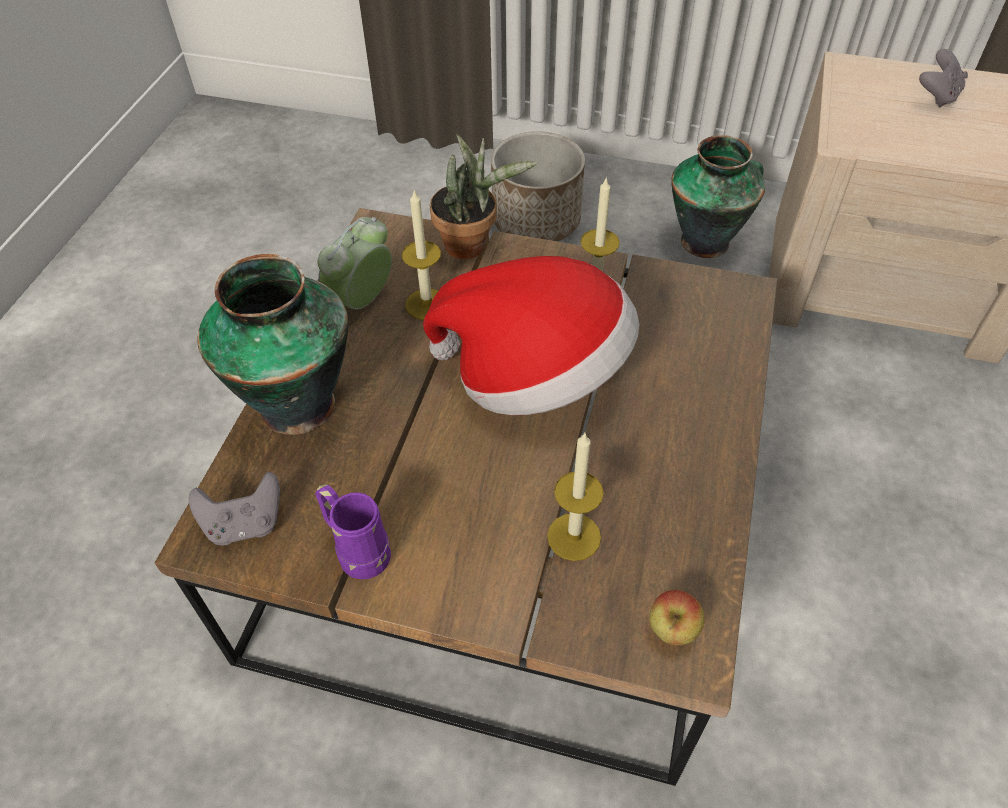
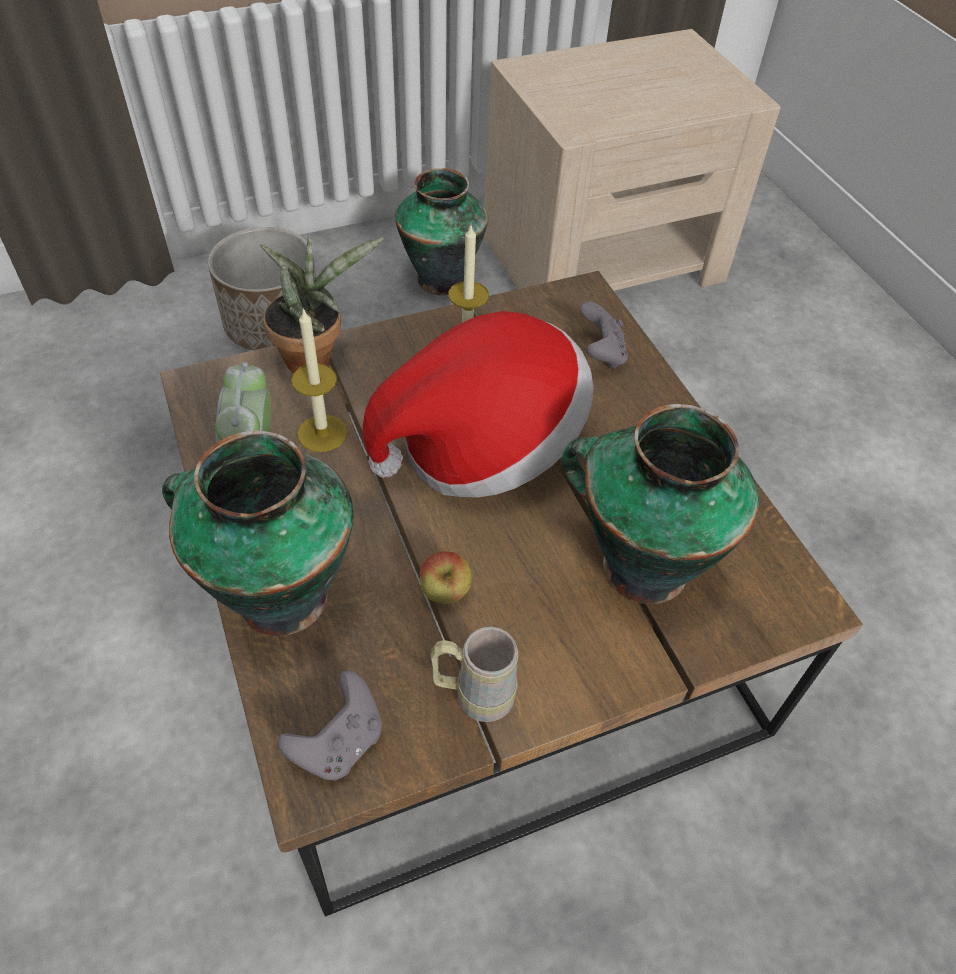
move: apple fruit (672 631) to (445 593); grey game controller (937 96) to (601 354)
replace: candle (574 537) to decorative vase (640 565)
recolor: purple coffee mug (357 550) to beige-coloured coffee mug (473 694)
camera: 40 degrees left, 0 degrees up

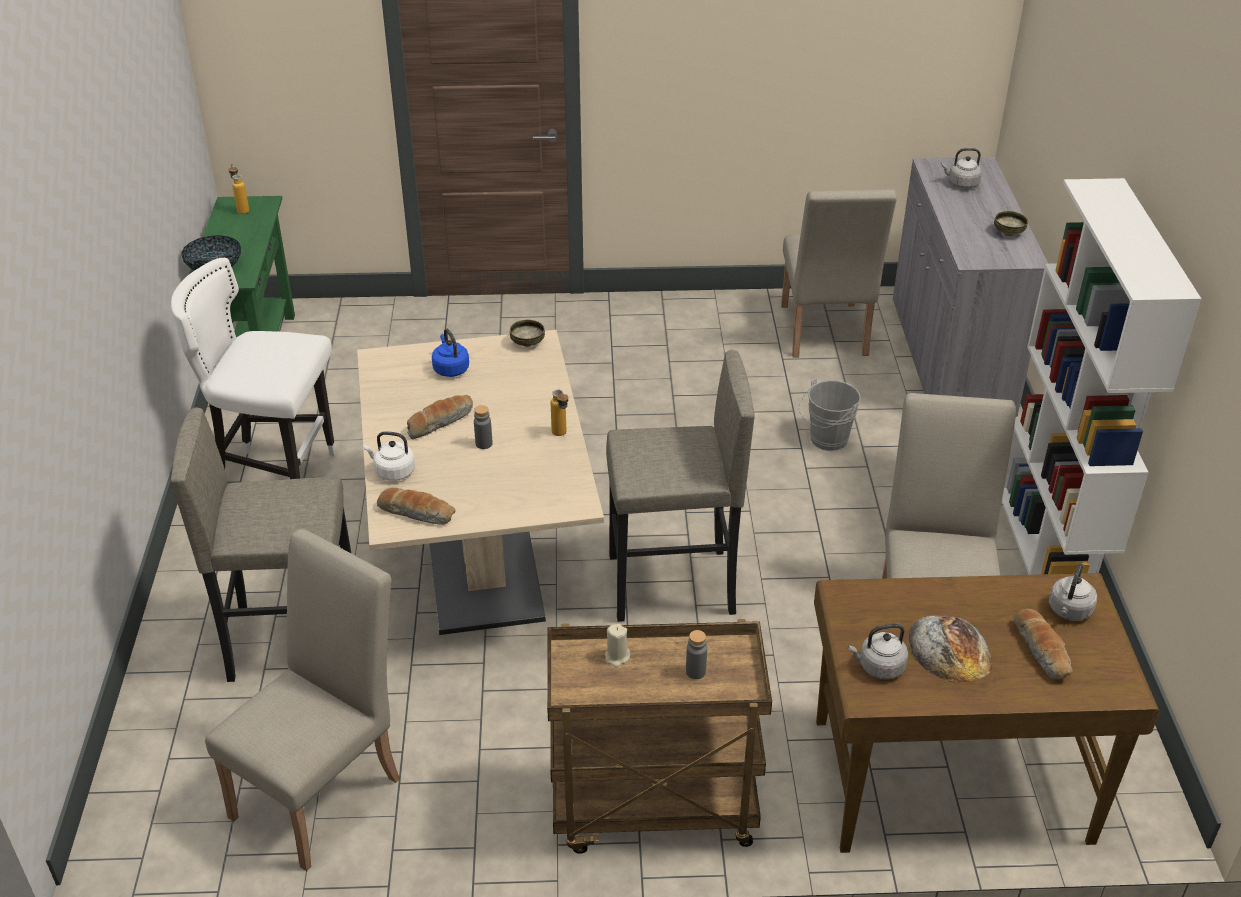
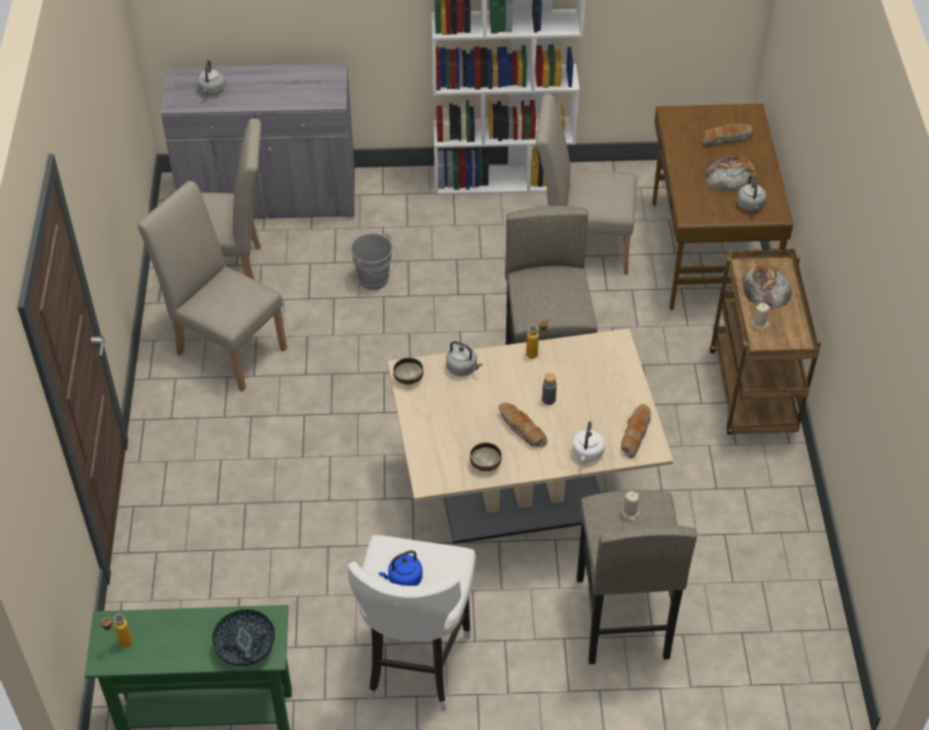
insert: beige-coloured candle (630 513)
move: beige-coloured plain chair (325 789) to (226 346); blue tea kettle (450 368) to (403 579); grey tea kettle (1069 611) to (463 368); bowl (1008 232) to (485 464)
replace: grey drink bottle (695 671) to baked bread (766 287)
camera: 90 degrees left, 10 degrees up

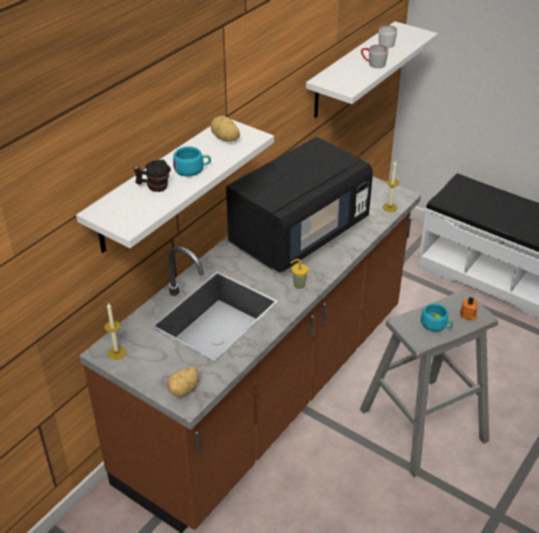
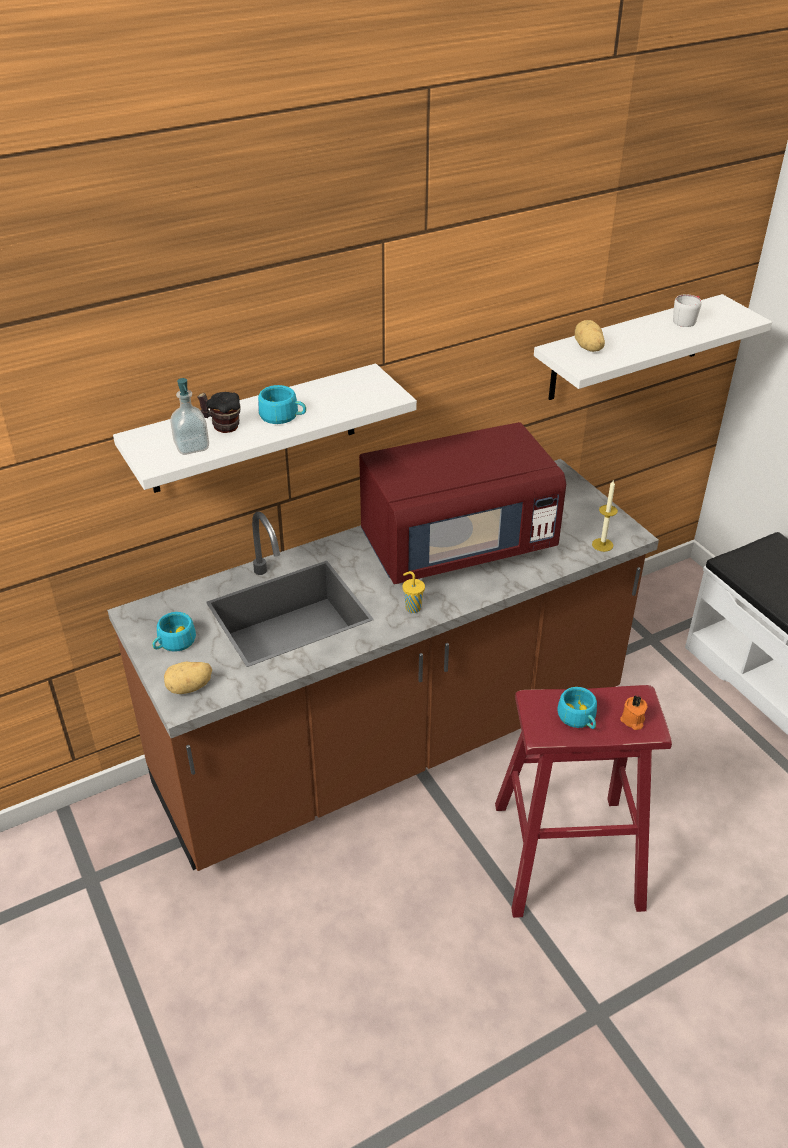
delete: candle (116 353); grey coffee mug (373 64)
insert: turquoise-coloured cup (173 643); soap dispenser (192 446)
move: spud (225 139) to (588 348)
recolor: black kitchen microwave (298 234) to red-coloured kitchen microwave (457 545); grey stool seat (423 425) to red-coloured stool seat (567 855)
camera: 25 degrees right, 0 degrees up

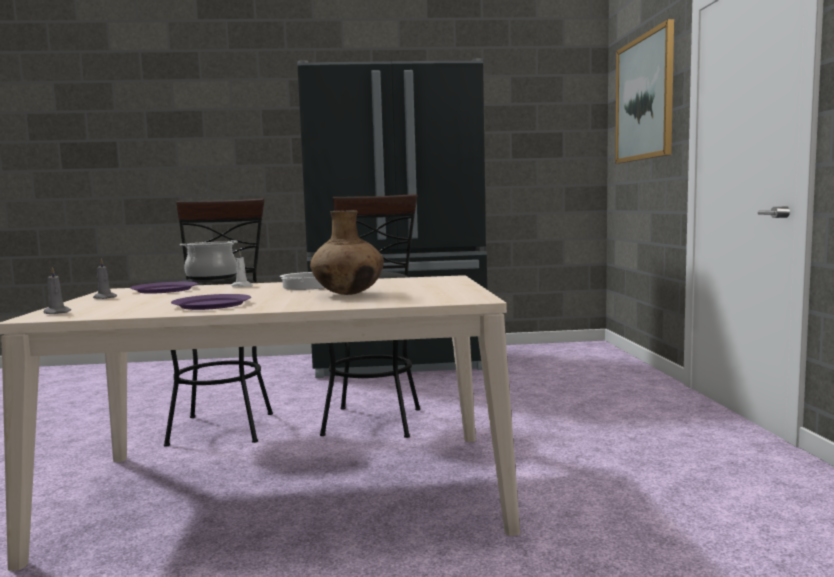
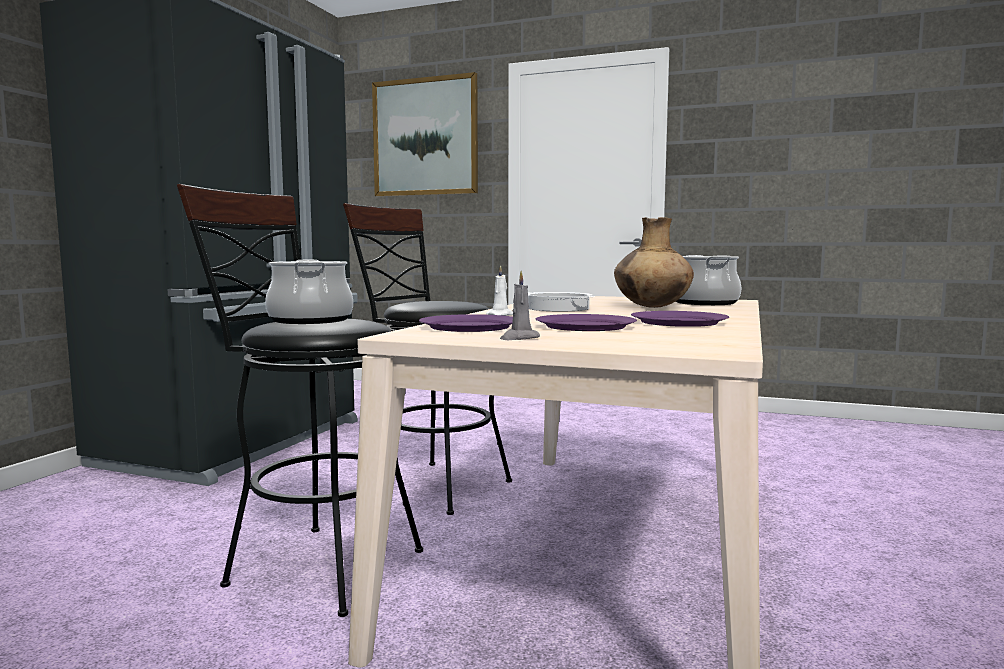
delete: grey candle (56 313)
insert: purple dinner plate (586 326); stockpot (705 303)
camera: 65 degrees left, 0 degrees up

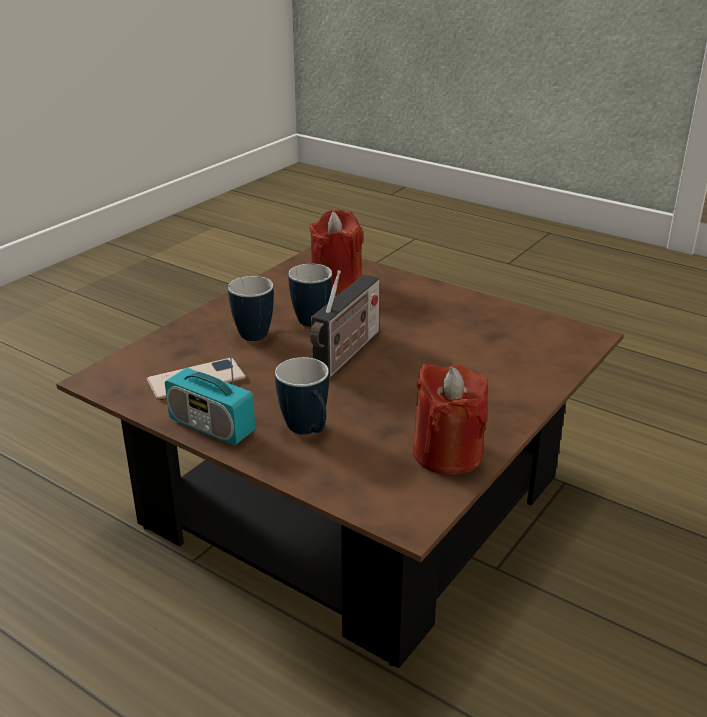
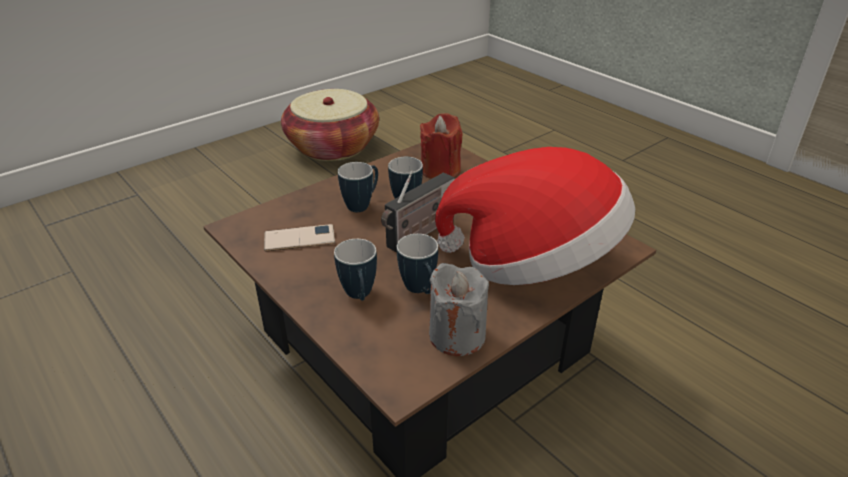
delete: radio receiver (211 426)
insert: storage basket (333 146); coffee mug (420 291); clothing hat (533 262)
recolor: red-coloured candle (447 454) to grey candle (457 335)
camera: 15 degrees right, 5 degrees up

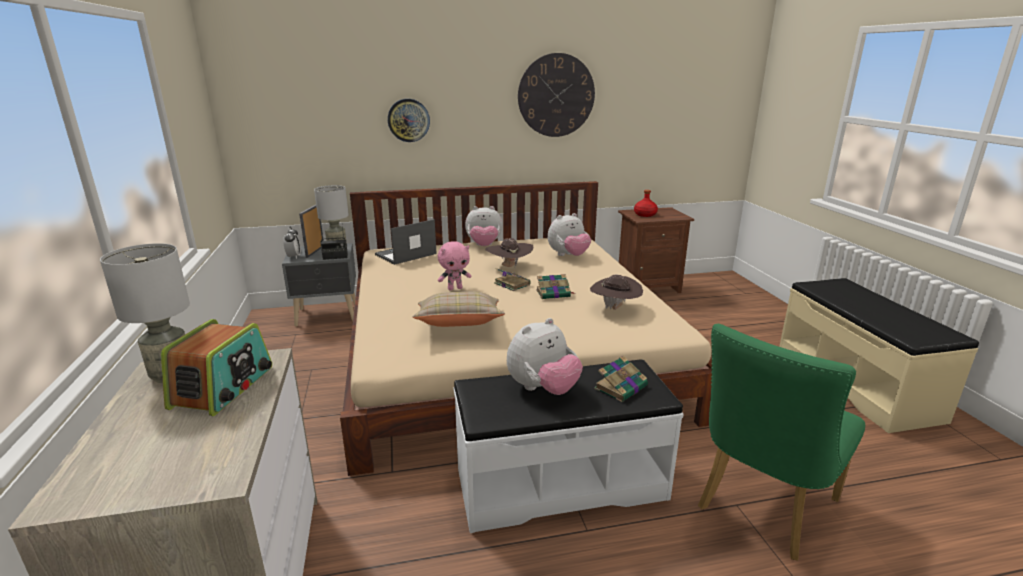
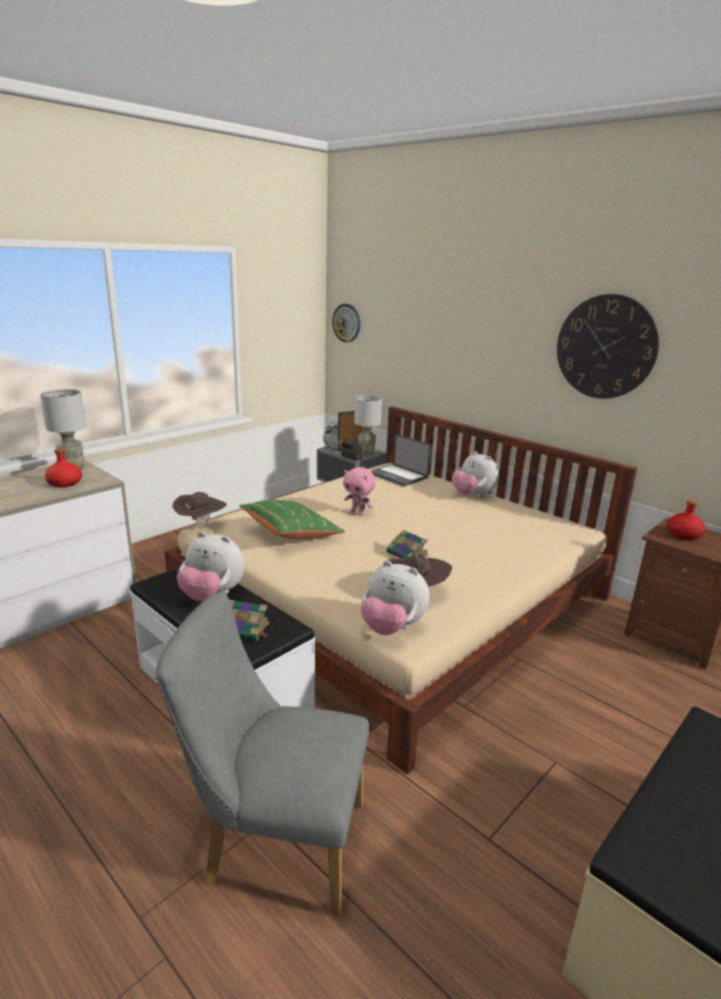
delete: bound book (511 284)
move: brown-coloured clothing hat (509 267) to (201 524); wall clock (408 120) to (347 323); cuddly toy (568 256) to (392 628)
replace: radio receiver (224 387) to red-coloured drink bottle (65 483)
recolor: green-coloured plain chair (761 509) to grey plain chair (275 841); beige-coloured pillow (459 325) to green-coloured pillow (291 534)
rotate: notebook computer (405 254) = (399 475) 150 degrees counterclockwise
camera: 55 degrees right, 0 degrees up

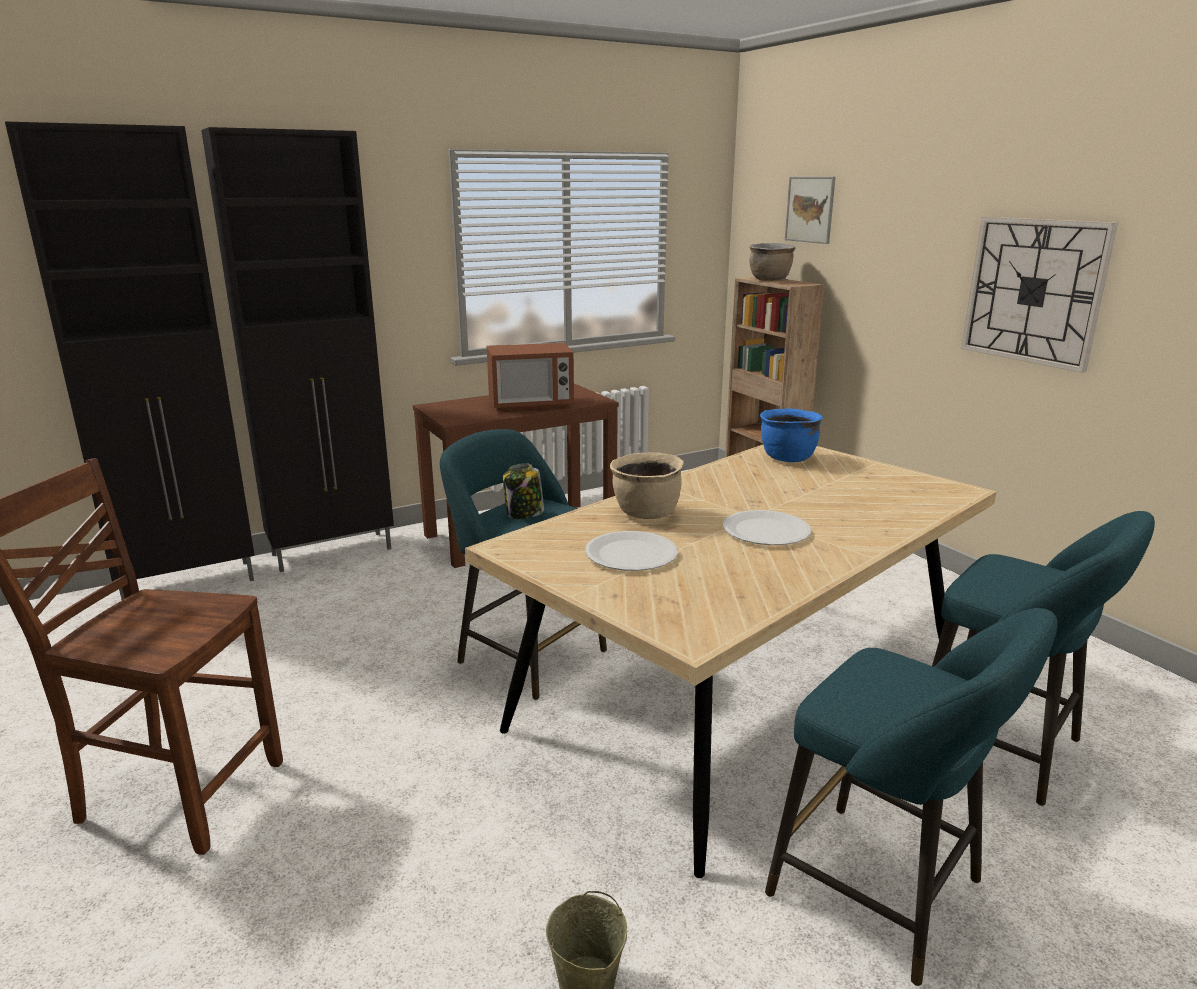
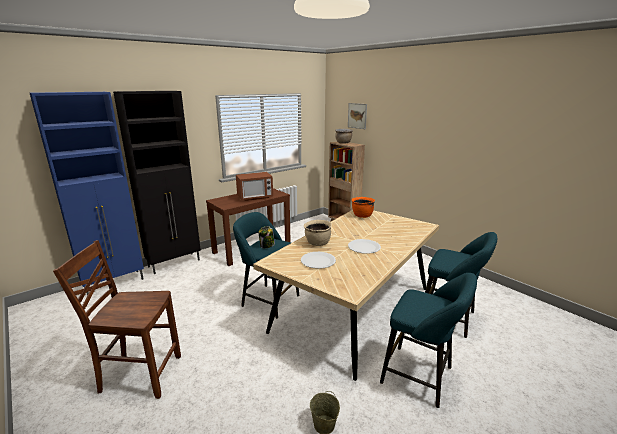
delete: wall clock (1034 291)
recolor: black cabinet (190 584) to blue cabinet (115 283); blue stockpot (787 458) to orange stockpot (362 215)
camera: 10 degrees left, 0 degrees up

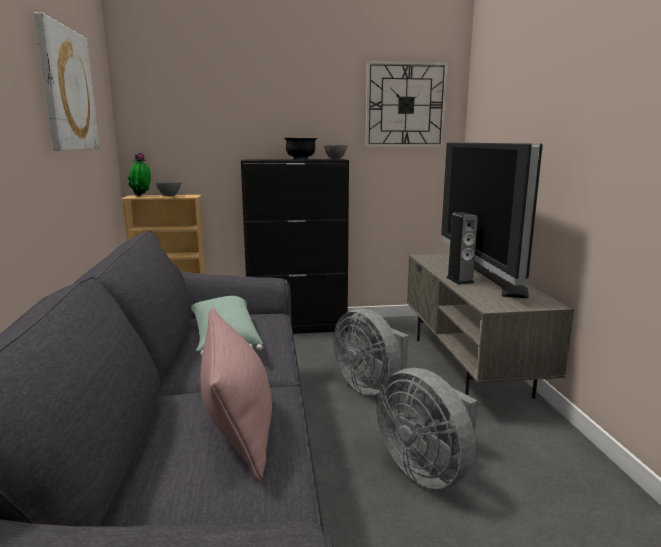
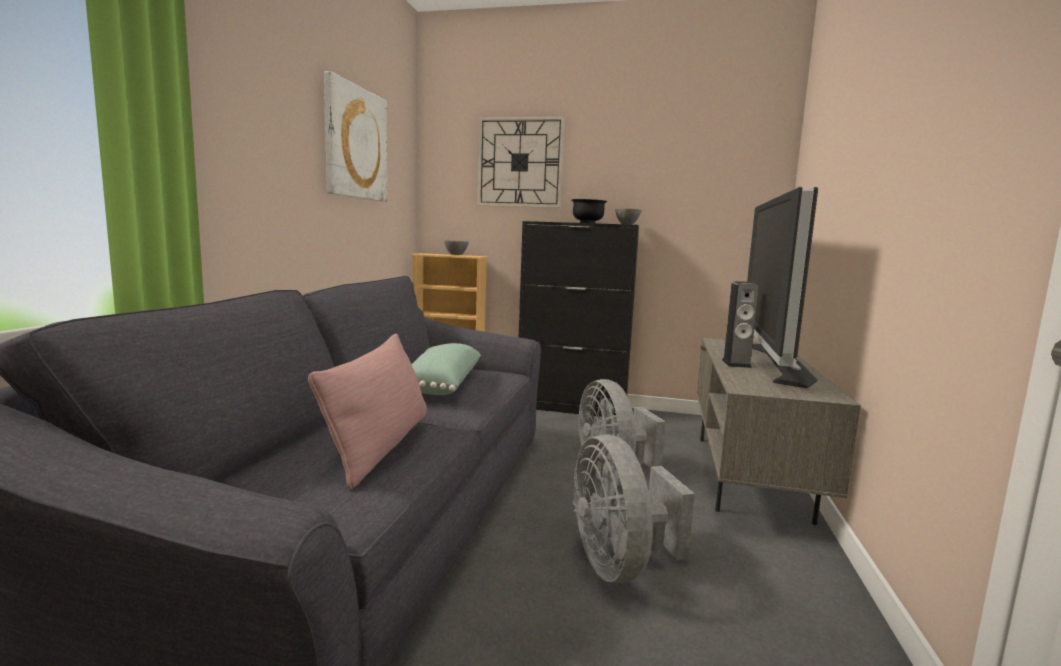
delete: potted plant (141 195)
move: wall clock (405 105) to (520 162)
camera: 20 degrees right, 5 degrees down

